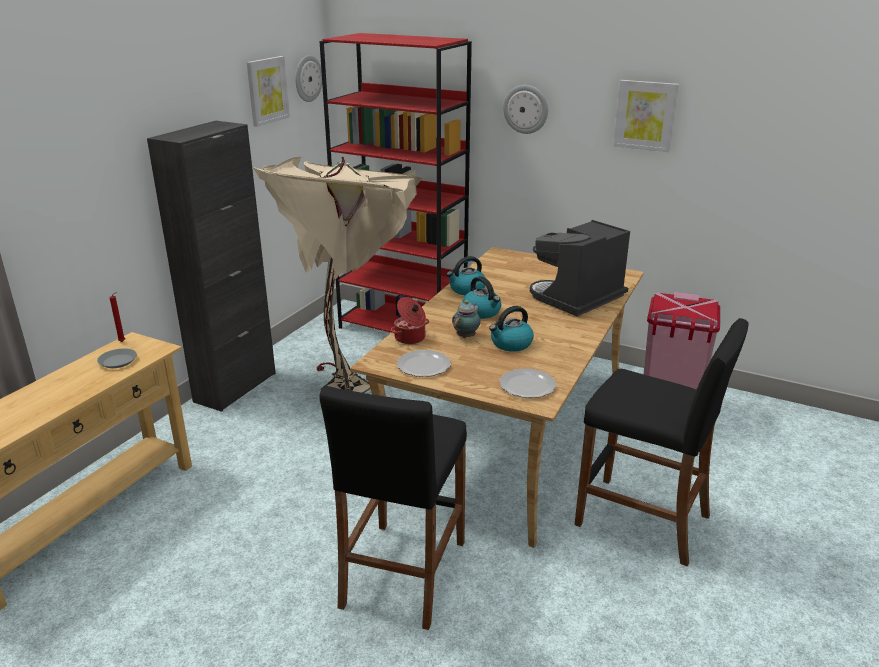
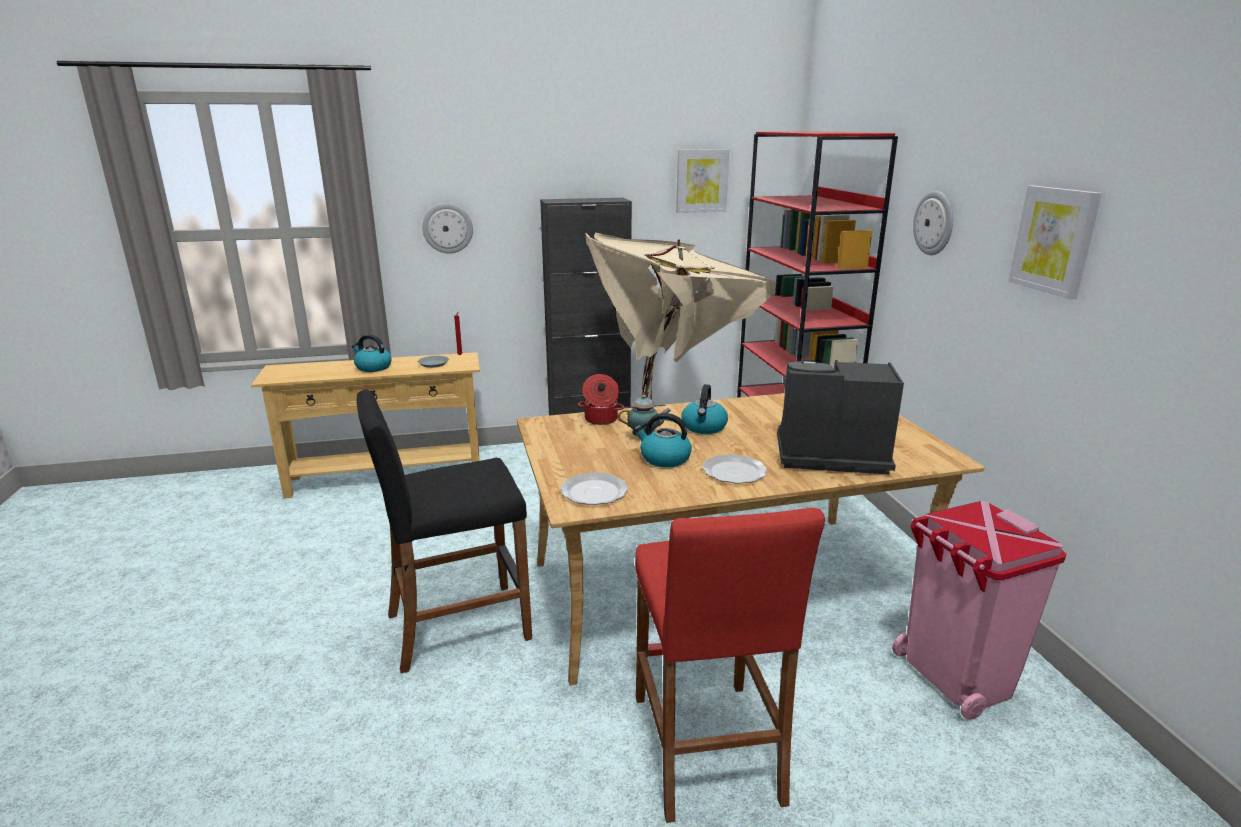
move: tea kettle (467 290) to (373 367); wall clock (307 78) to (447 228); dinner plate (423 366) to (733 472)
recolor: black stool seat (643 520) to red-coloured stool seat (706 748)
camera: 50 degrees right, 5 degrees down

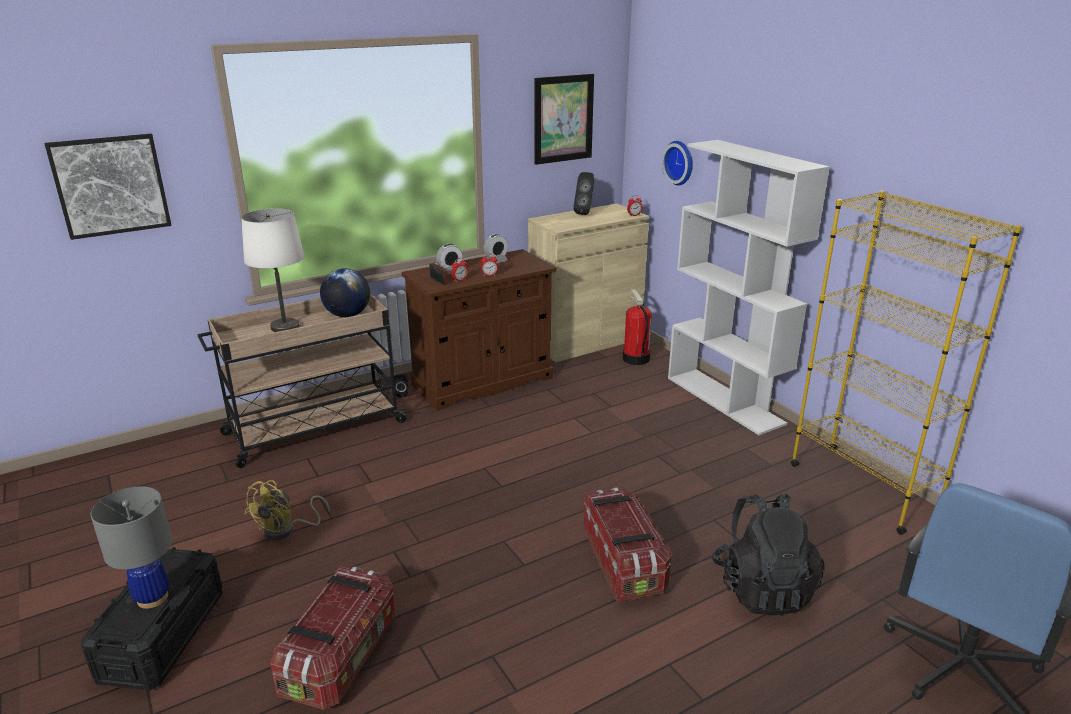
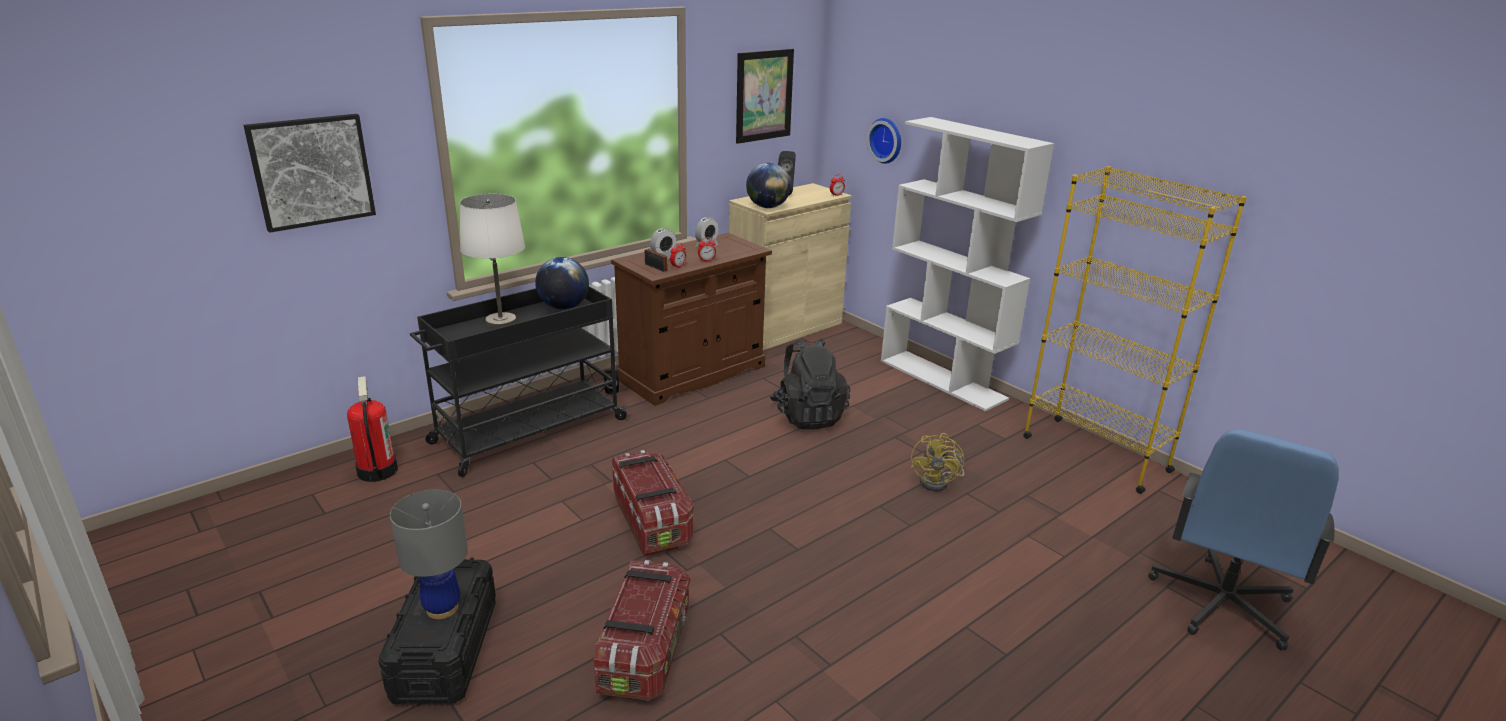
insert: world globe (767 207)
move: fire-fighting cylinder (635 358) to (376 471); storage box (623 562) to (652 521); black backpack (762 588) to (808 416); yellow-coloured cooling fan (286 530) to (939 482)
recolor: beige-coloured trolley (313 428) to black trolley (527 431)
camera: 10 degrees left, 0 degrees up

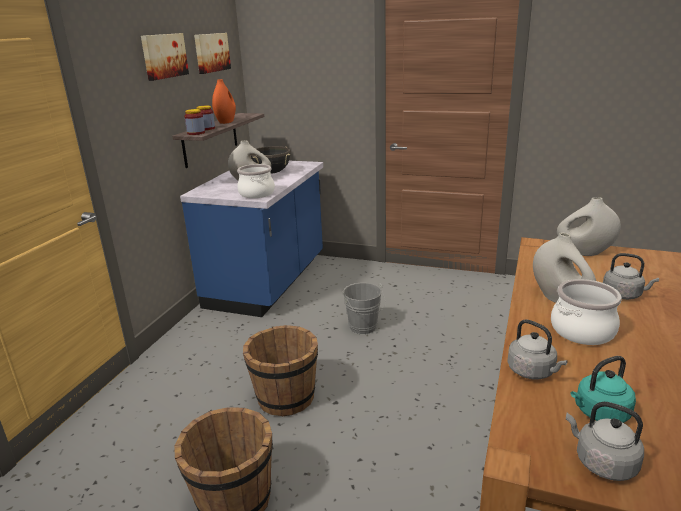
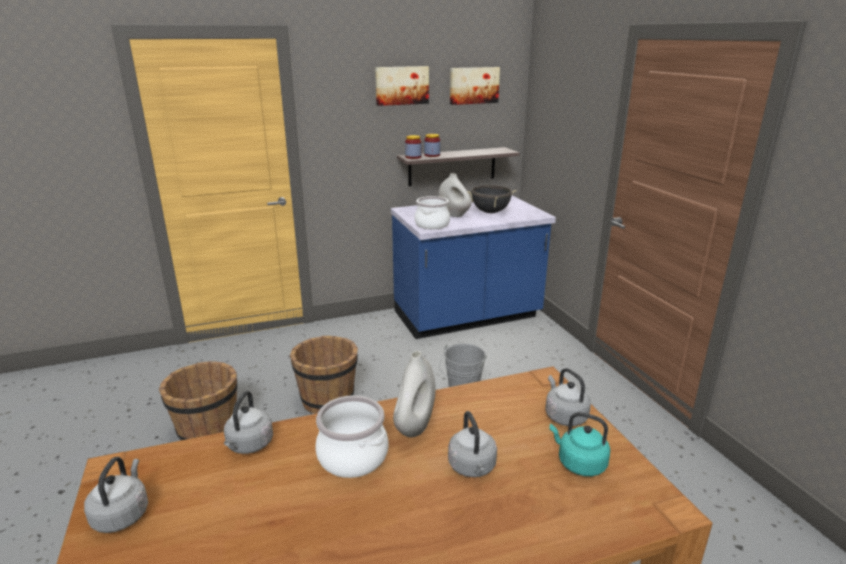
delete: orange decorative vase (226 122)
move: turquoise-coloured tea kettle (599 413) to (579 463)
replace: white-coloured decorative vase (584 253) to grey tea kettle (564 416)
camera: 50 degrees right, 0 degrees up

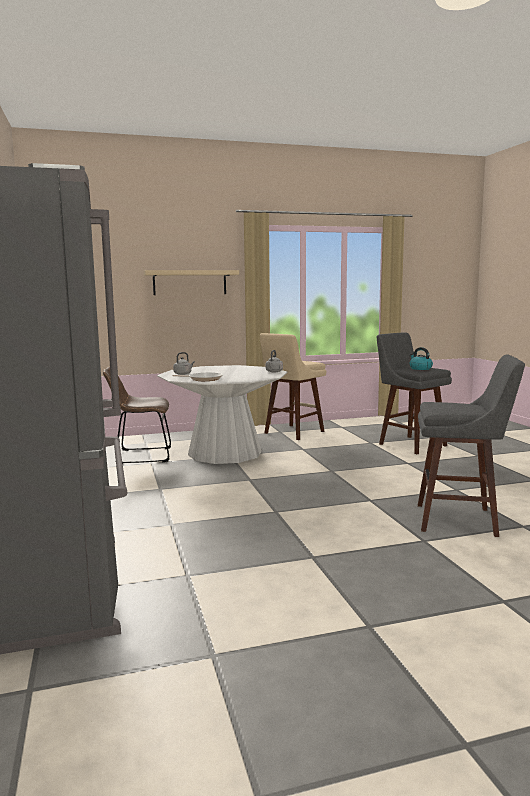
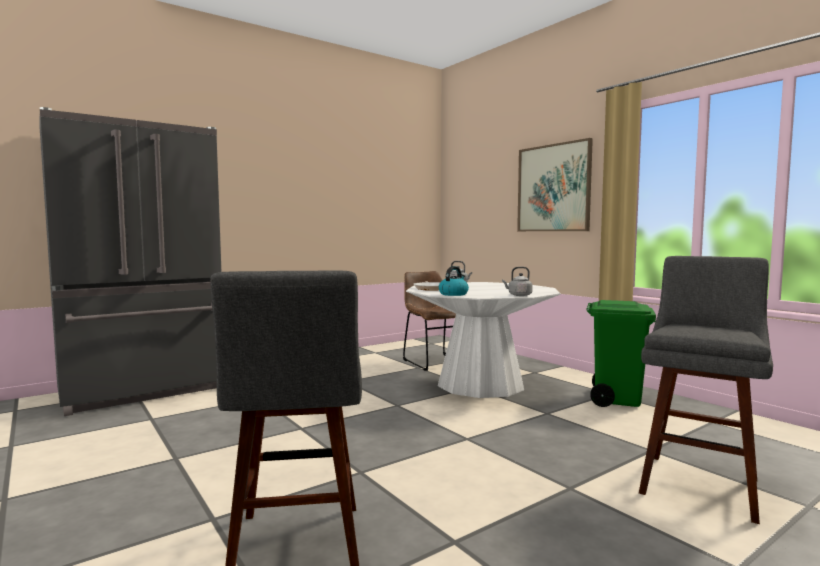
move: tea kettle (420 368) to (453 294)
replace: beige-coloured bracket shelf (190 282) to picture (553 188); beige-coloured stool seat (292 433) to green-coloured trash can (616 399)
camera: 70 degrees right, 5 degrees down

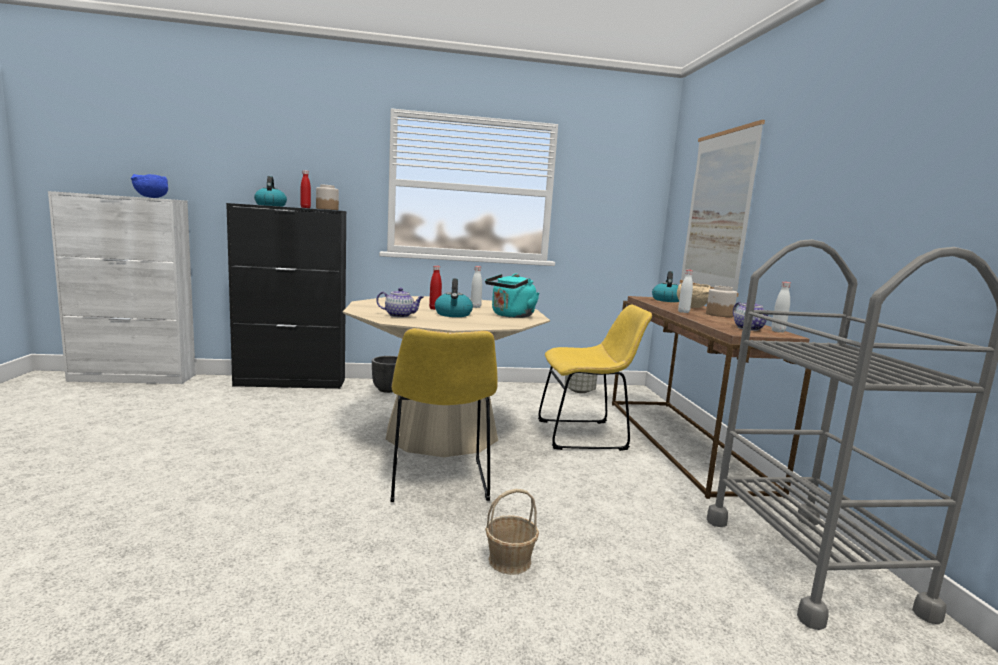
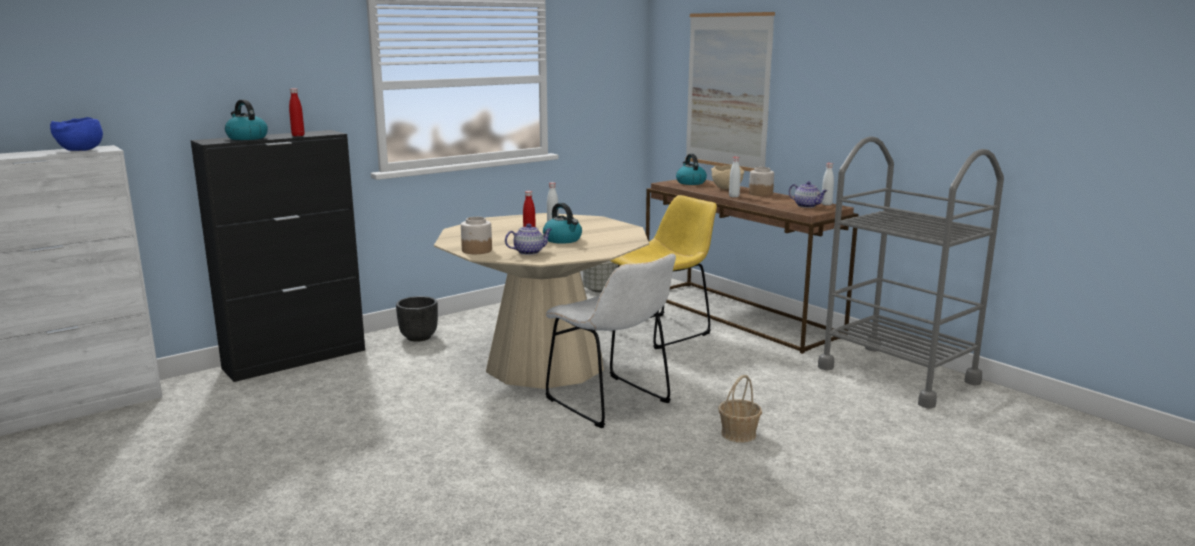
delete: turquoise-coloured tea kettle (511 316)
move: preserve jar (327 209) to (476 250)
recolor: yellow-coloured plain chair (439 483) to white-coloured plain chair (612 403)
camera: 30 degrees left, 5 degrees up

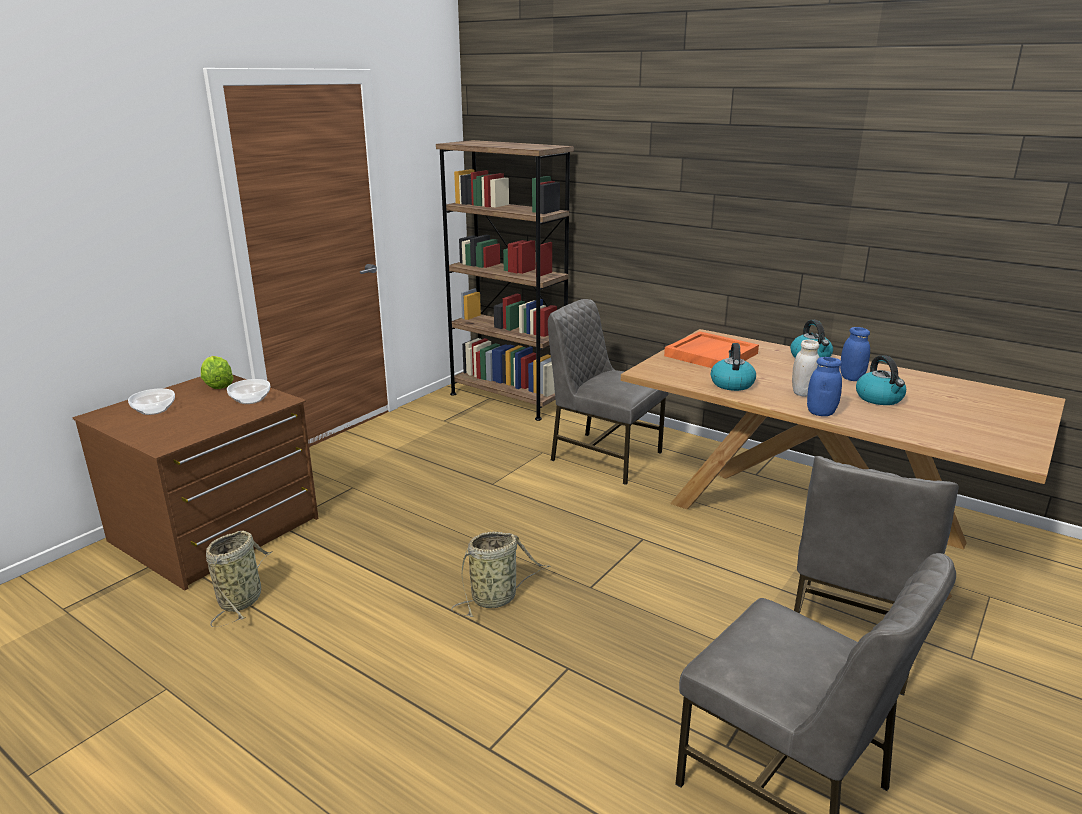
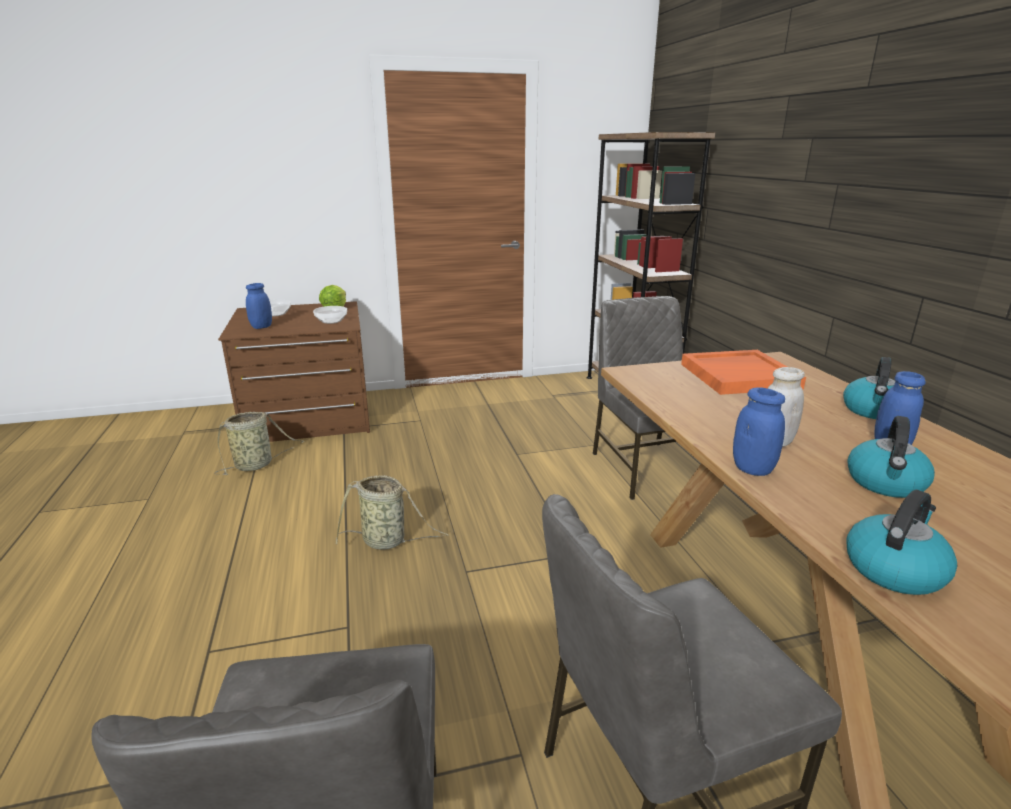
insert: blue preserve jar (261 327)
move: tea kettle (731 383) to (894 569)
camera: 40 degrees right, 0 degrees up

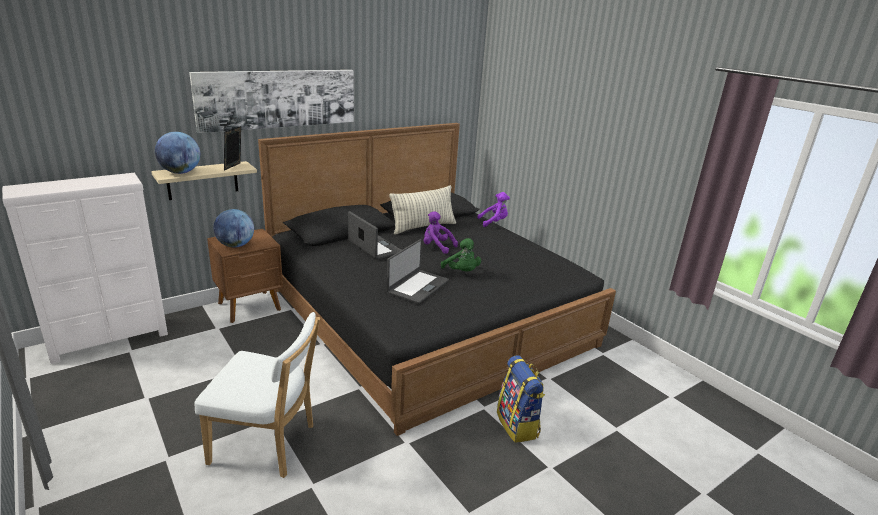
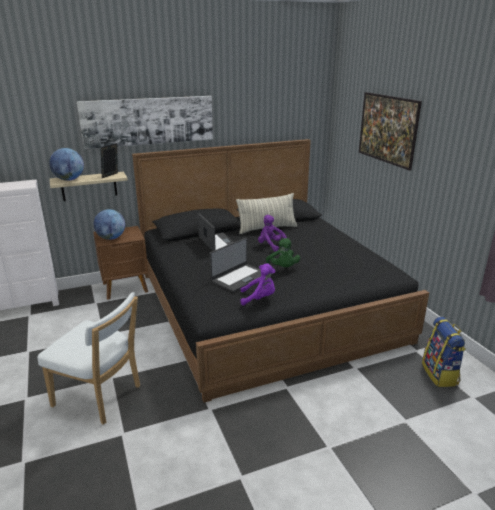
insert: picture (385 145)
move: purple cuddly toy (494 222) to (259 298); backpack (518 425) to (440 374)
camera: 15 degrees right, 0 degrees up

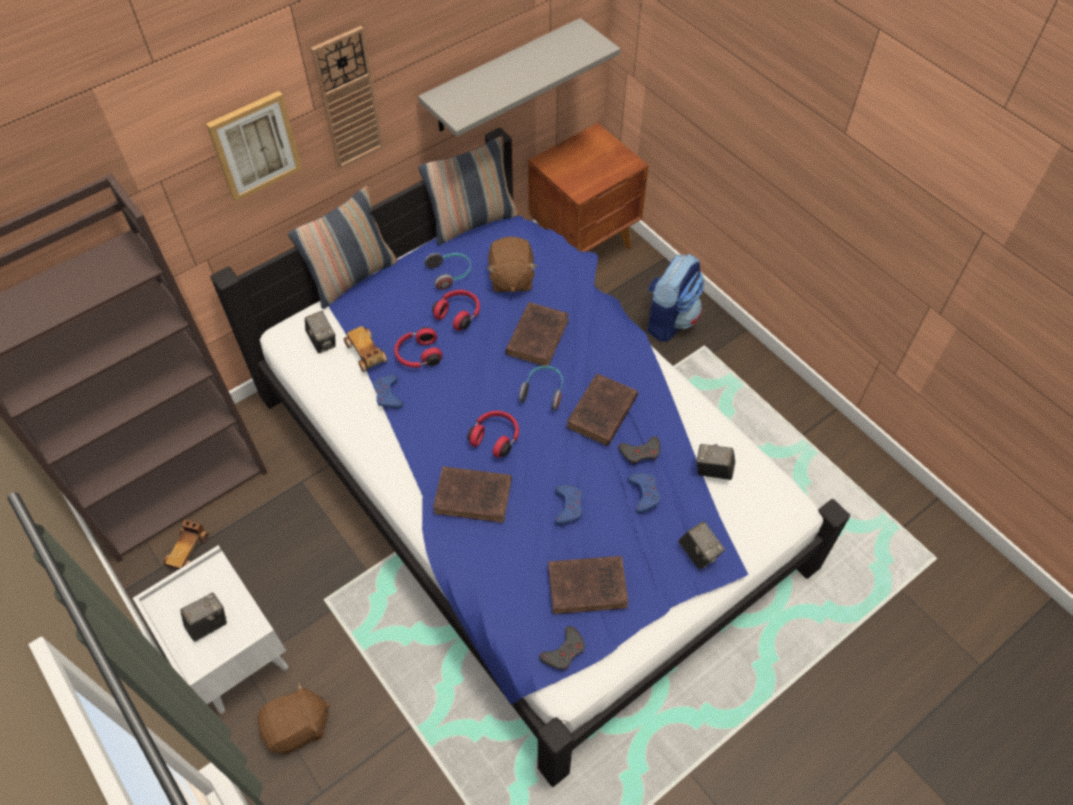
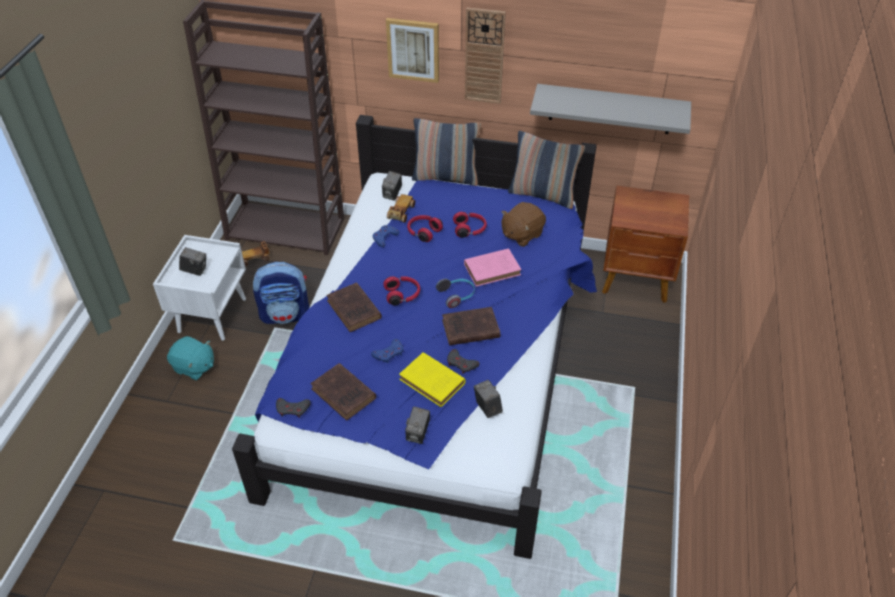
delete: headphones (450 274)
move: backpack (669 319) to (286 314)
replace: blue game controller (644 493) to yellow-coloured bound book (433 382)
recolor: brown-coloured cuddly toy (298 727) to turquoise-coloured cuddly toy (194 367); brown-coloured bound book (538 335) to pink bound book (493 269)
camera: 50 degrees right, 10 degrees down

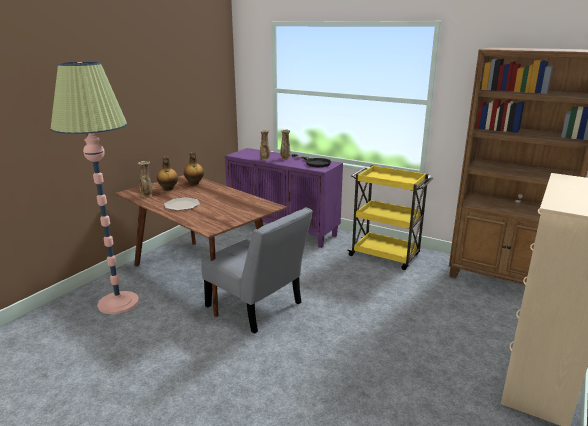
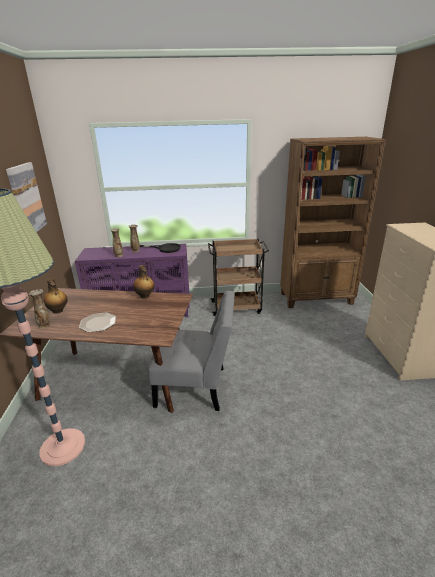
insert: picture (26 199)
move: drink bottle (194 183) to (145 296)
recolor: yellow-coloured trolley (385 255) to brown-coloured trolley (237 307)
camera: 35 degrees left, 5 degrees up

